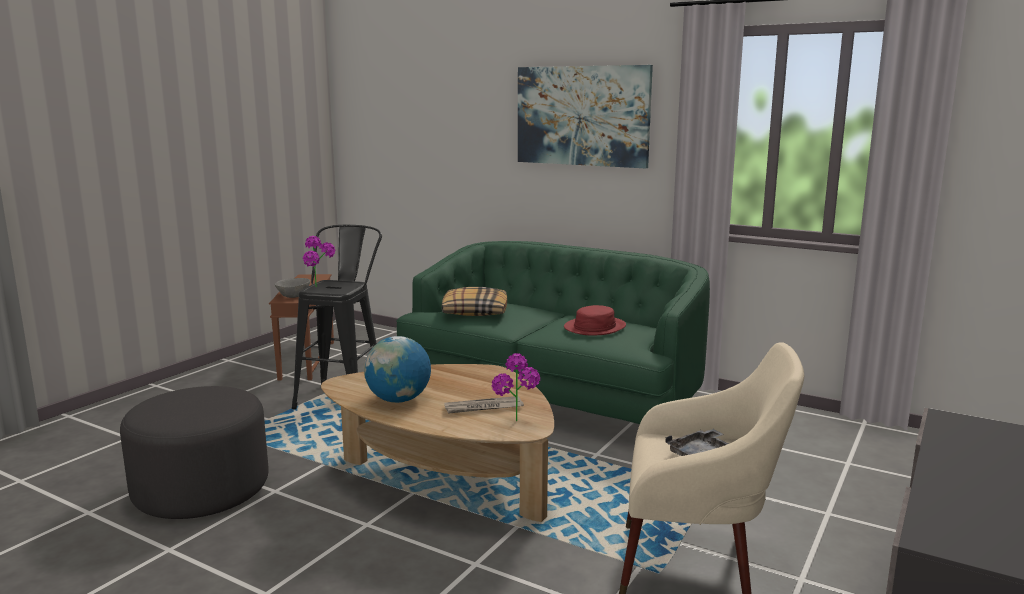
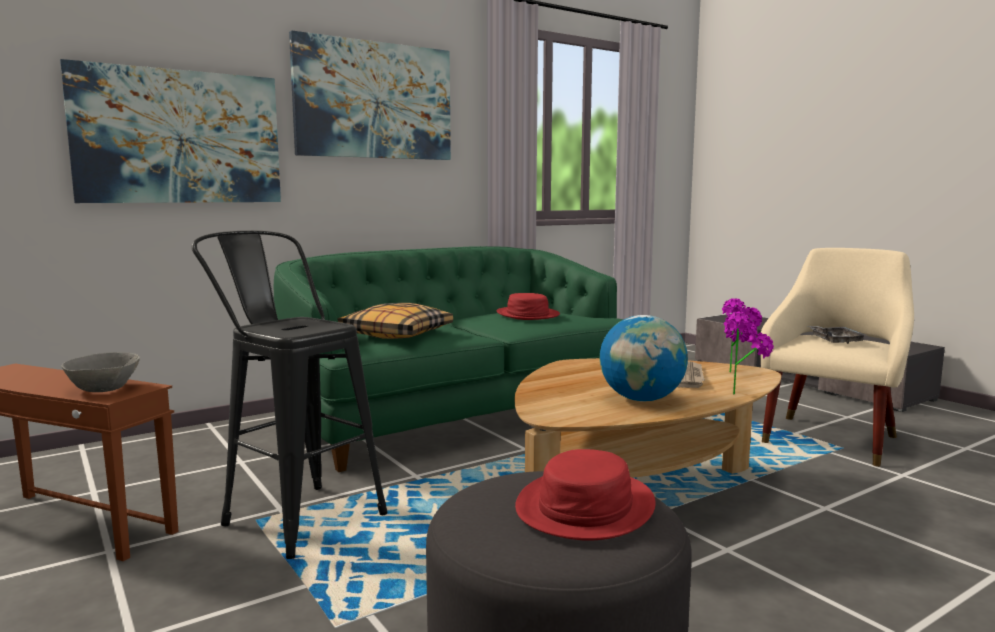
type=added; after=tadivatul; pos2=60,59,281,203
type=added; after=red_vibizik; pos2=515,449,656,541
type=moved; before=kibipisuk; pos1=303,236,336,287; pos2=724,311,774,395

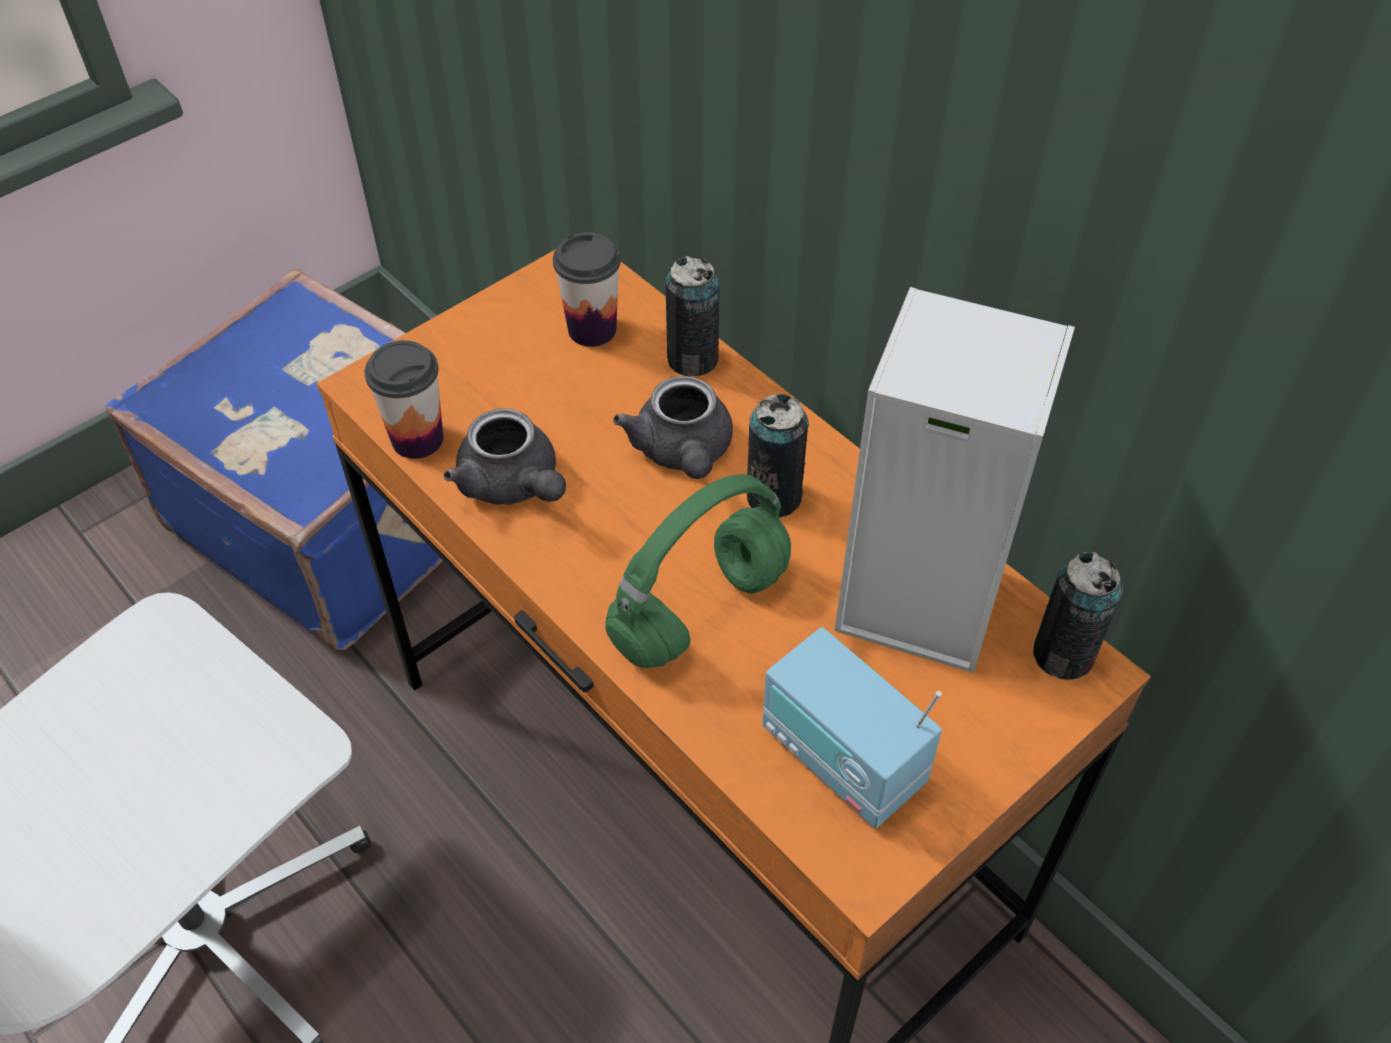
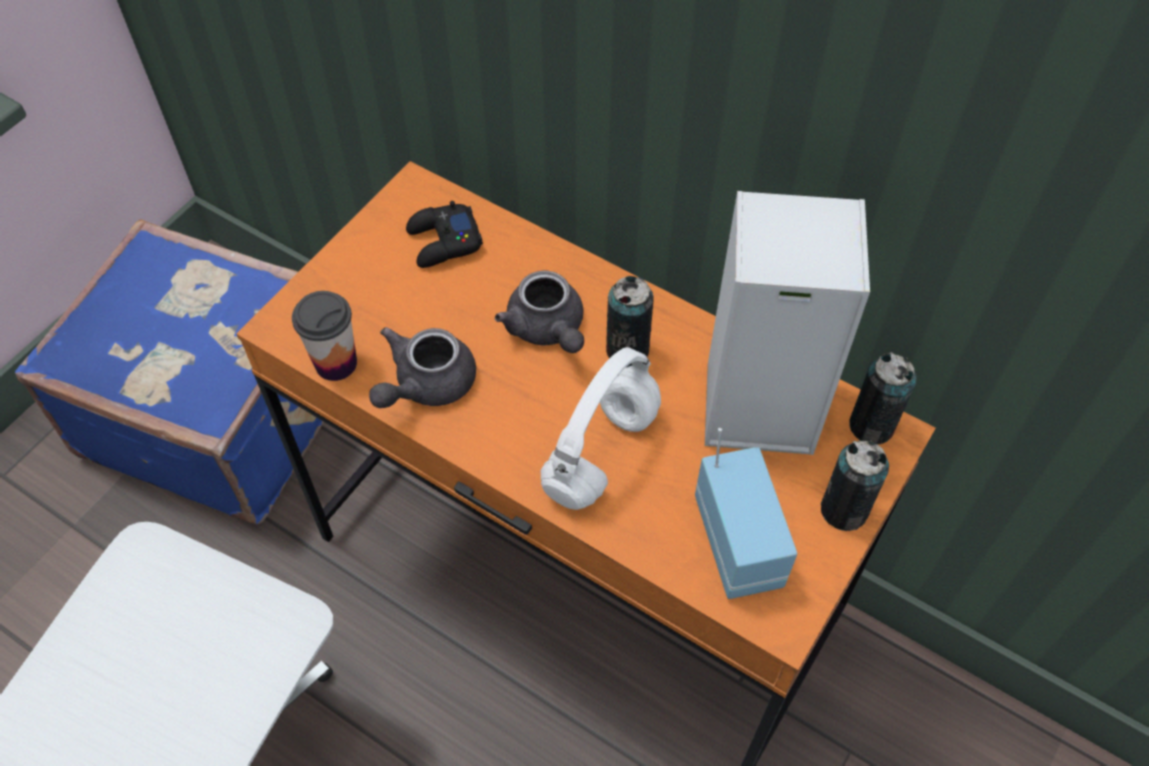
type=moved; before=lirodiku; pos1=666,256,720,376; pos2=821,441,889,531
type=replaced; before=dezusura; after=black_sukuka; pos1=553,232,621,347; pos2=406,201,483,268
type=recoloured; before=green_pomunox; after=white_pomunox; pos1=605,475,791,668; pos2=541,347,661,510
type=turned; before=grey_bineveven; pos1=444,409,566,505; pos2=369,327,476,408; turn=90
type=turned; before=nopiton; pos1=762,627,942,829; pos2=695,428,797,599; turn=-135

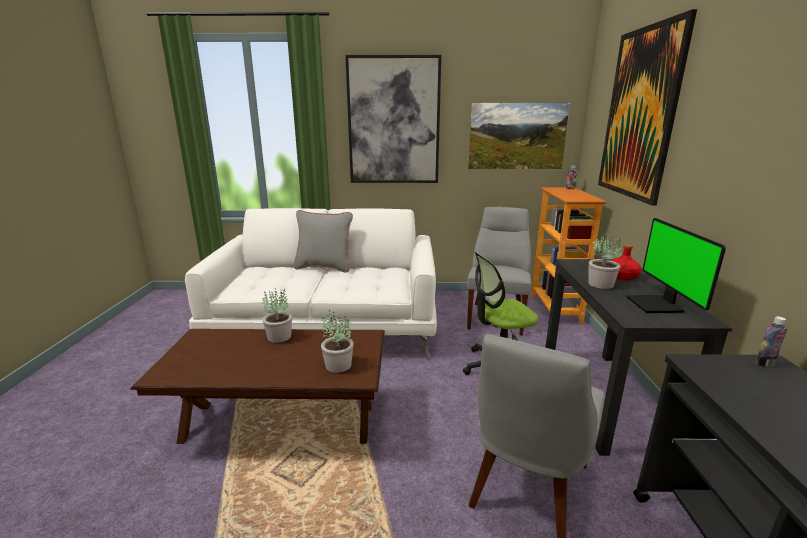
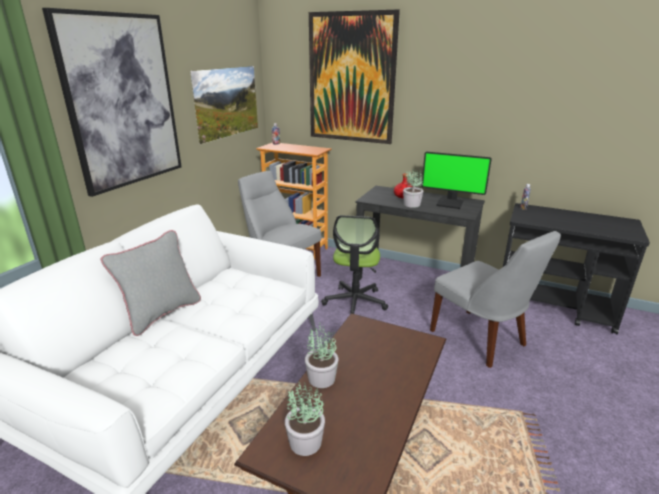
type=moved; before=kibipisuk; pos1=321,310,354,373; pos2=285,382,325,456

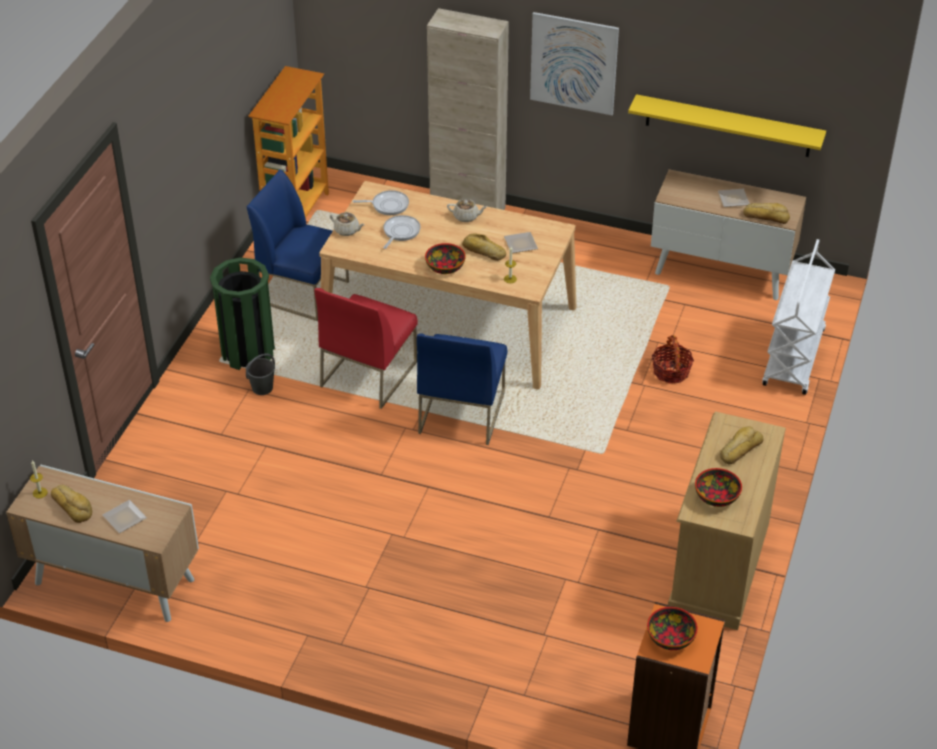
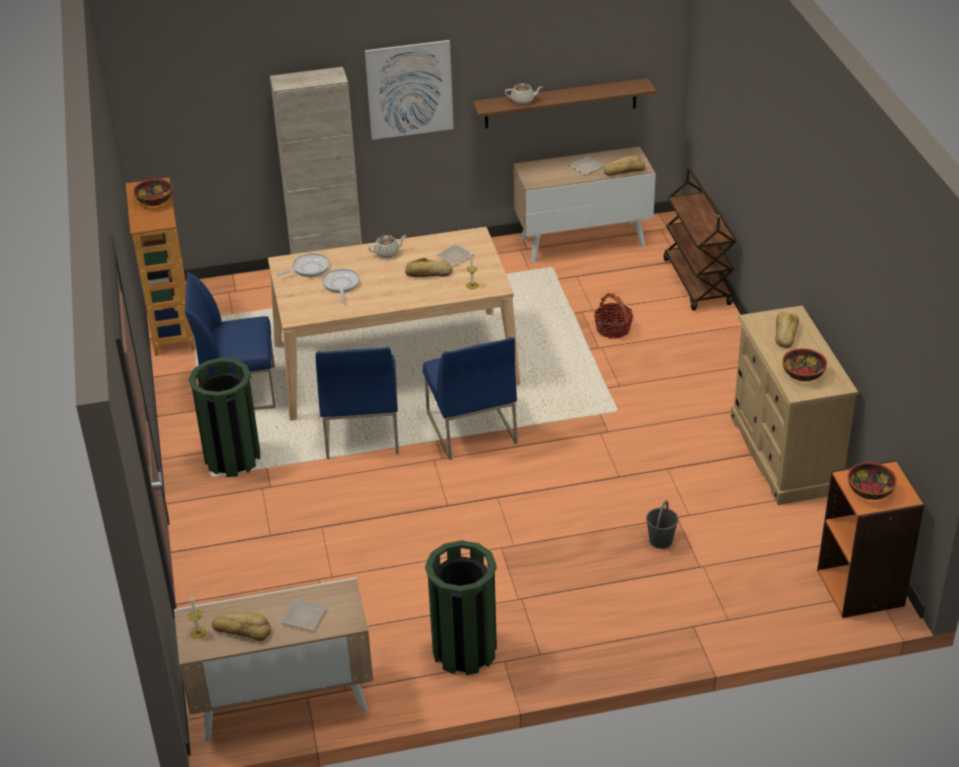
type=added; after=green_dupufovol; pos2=425,540,497,675
type=moved; before=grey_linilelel; pos1=246,354,275,395; pos2=646,500,678,549
type=moved; before=beige_bineveven; pos1=330,212,365,236; pos2=505,83,542,104
type=moved; before=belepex; pos1=425,243,466,274; pos2=133,179,173,206
type=recoloured; before=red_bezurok; after=blue_bezurok; pos1=314,288,418,409; pos2=316,347,399,459
type=recoloured; before=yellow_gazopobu; after=brown_gazopobu; pos1=628,94,826,157; pos2=473,78,656,129
type=recoloured; before=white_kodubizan; after=brown_kodubizan; pos1=762,239,835,395; pos2=664,168,736,311

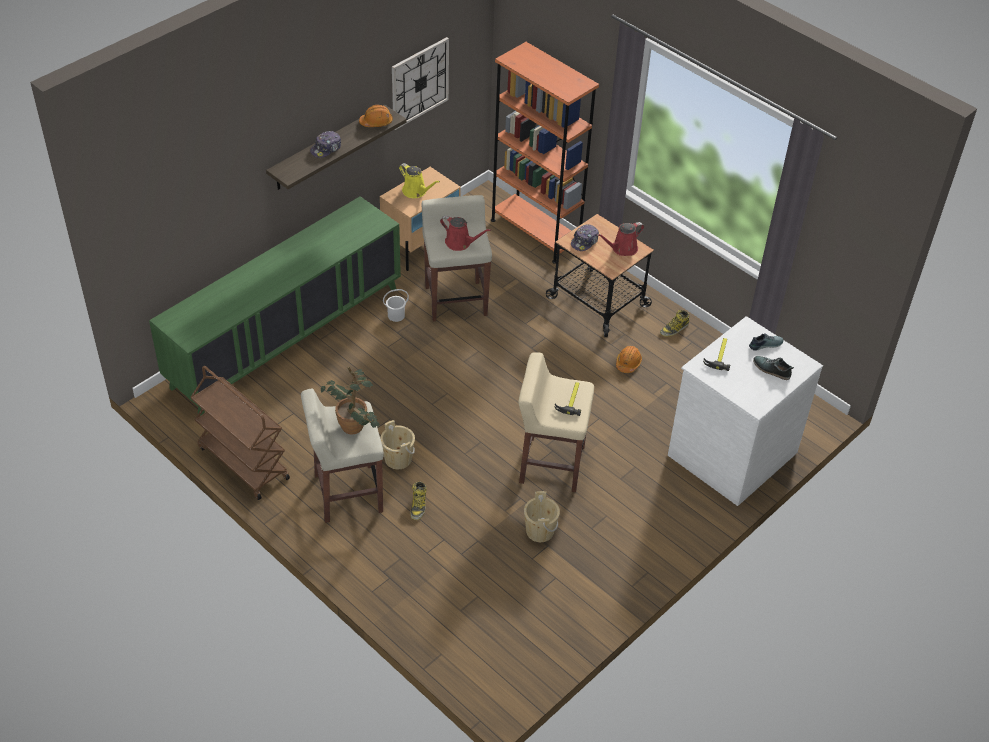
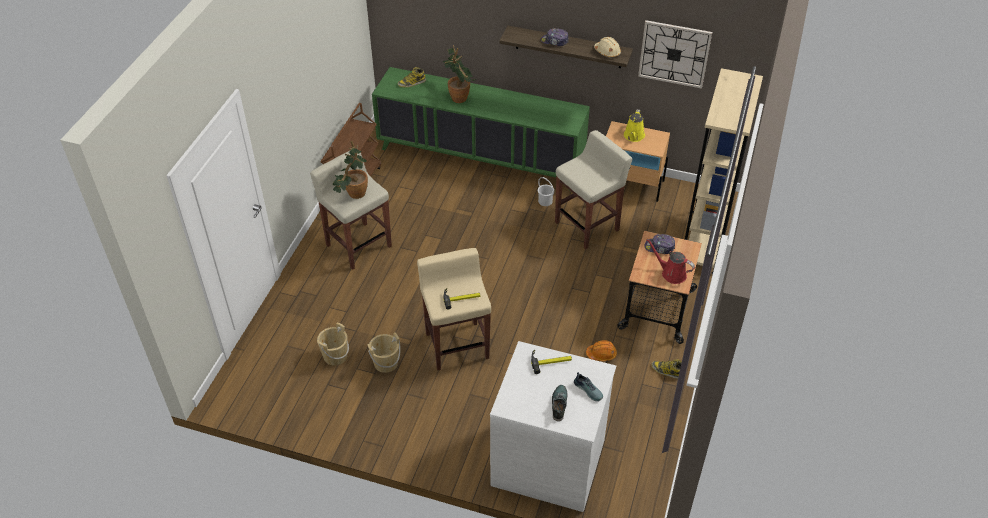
type=removed; before=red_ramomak; pos1=440,216,491,251
type=added; after=kibipisuk; pos2=443,45,477,103
type=moved; before=beige_linilelel; pos1=380,420,415,469; pos2=317,323,349,366
type=moved; before=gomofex; pos1=410,482,427,520; pos2=398,67,426,87
type=recoloured; before=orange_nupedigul; after=beige_nupedigul; pos1=359,105,393,127; pos2=594,37,621,58
type=recoloured; before=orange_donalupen; after=beige_donalupen; pos1=491,42,599,264; pos2=685,68,763,275

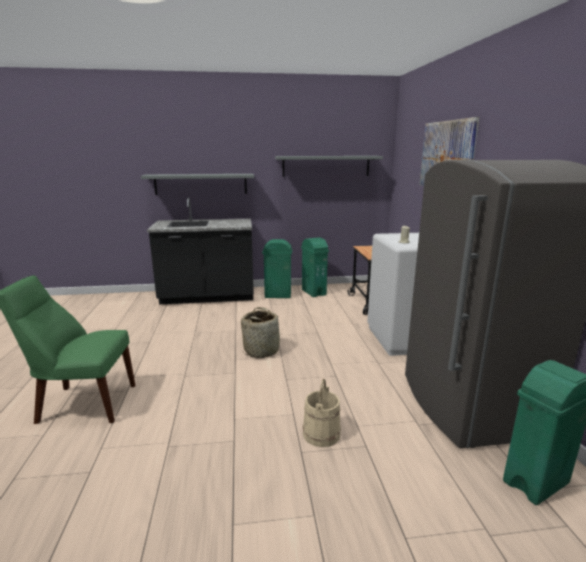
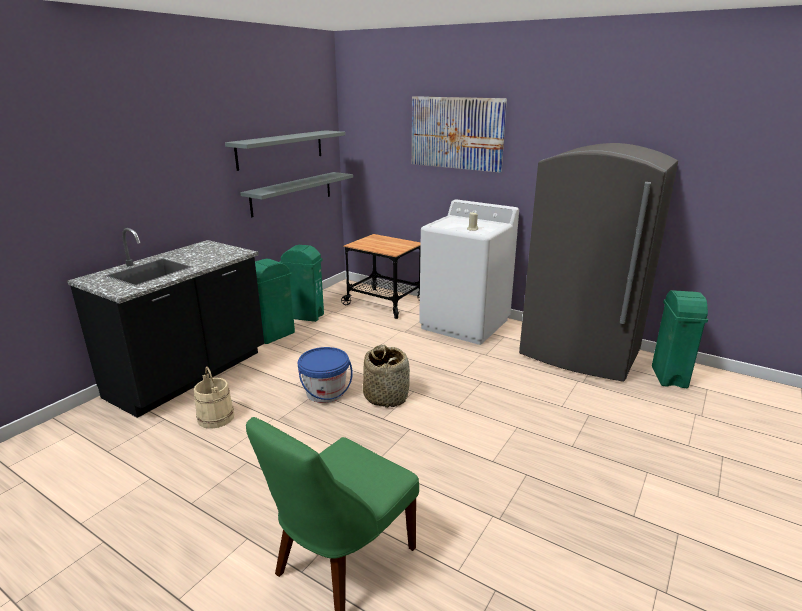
type=added; after=blue_linilelel; pos2=298,347,353,403
type=moved; before=grey_gazopobu; pos1=141,174,254,195; pos2=240,172,353,217
type=moved; before=beige_linilelel; pos1=303,379,341,447; pos2=194,366,234,429

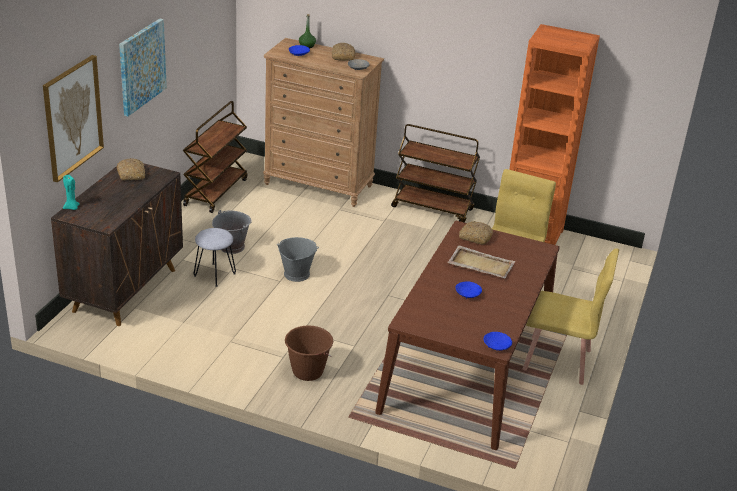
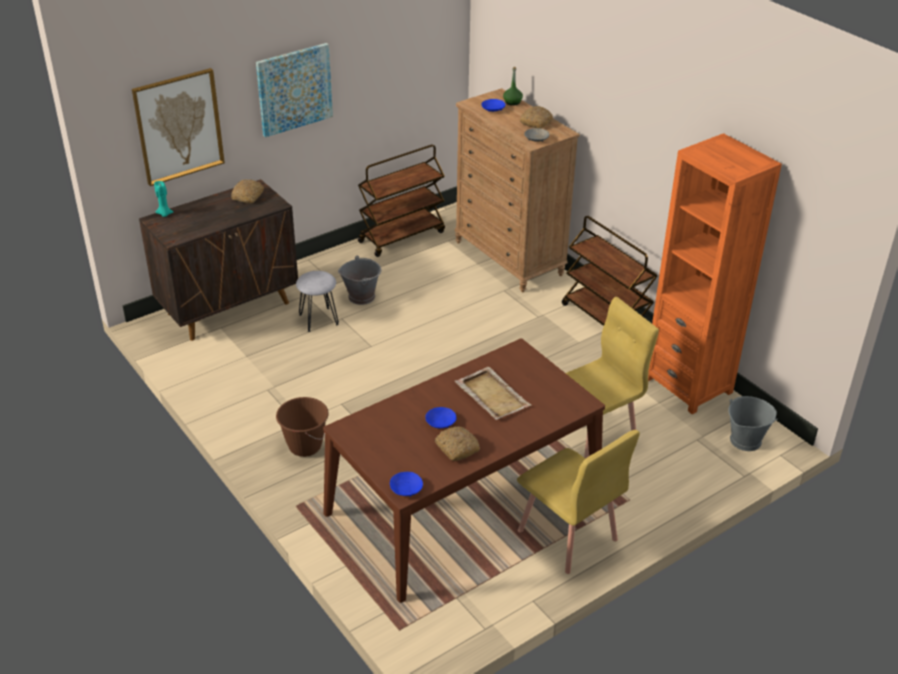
type=moved; before=grey_linilelel; pos1=277,237,319,282; pos2=728,396,778,451
type=moved; before=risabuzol; pos1=459,221,493,245; pos2=435,426,480,461

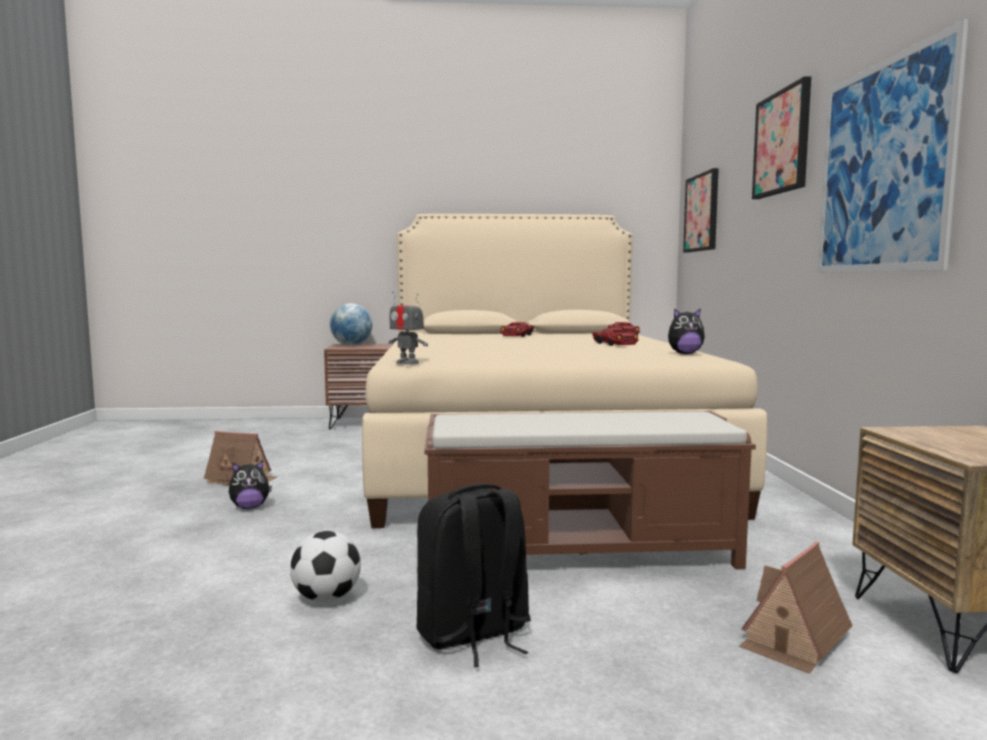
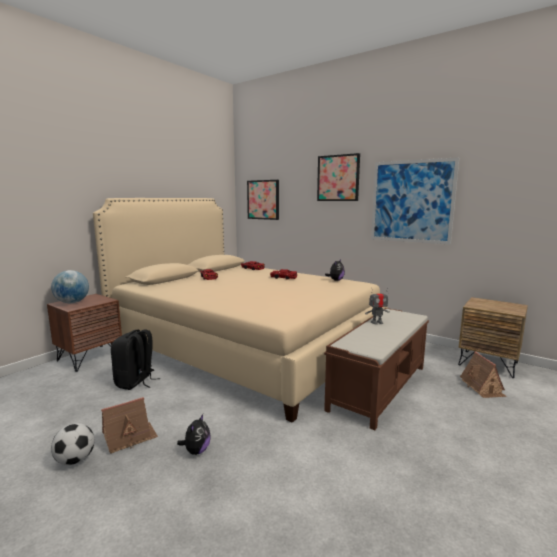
type=moved; before=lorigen; pos1=290,531,361,603; pos2=51,423,95,465
type=moved; before=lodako; pos1=389,292,428,364; pos2=365,291,390,325
type=moved; before=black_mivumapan; pos1=416,484,531,667; pos2=111,329,161,390

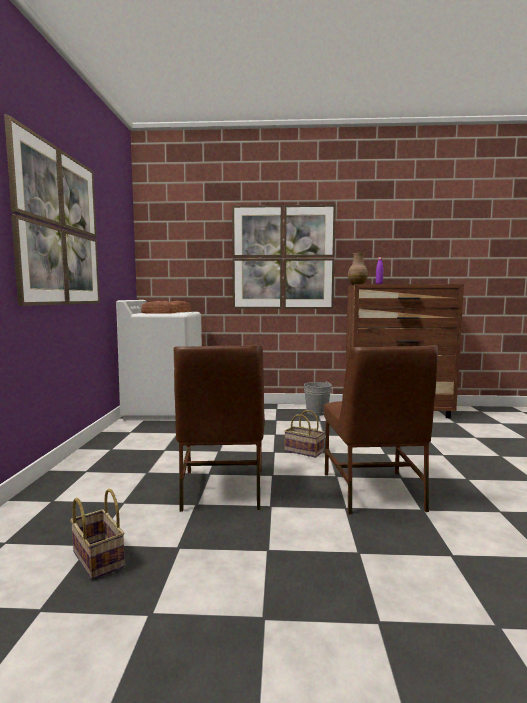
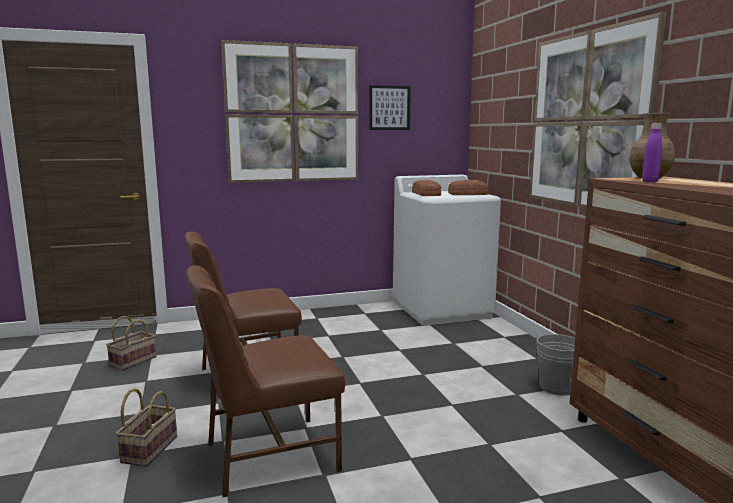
type=added; after=tadivatul; pos2=369,85,411,130
type=moved; before=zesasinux; pos1=284,410,325,458; pos2=116,388,177,467

